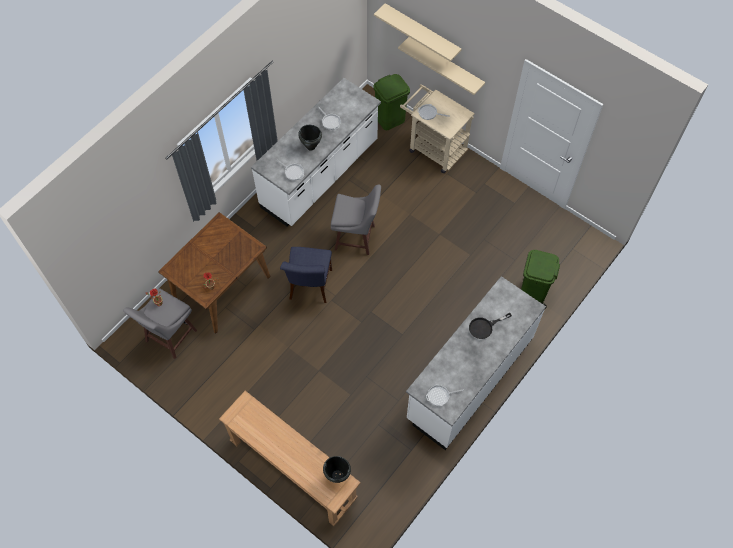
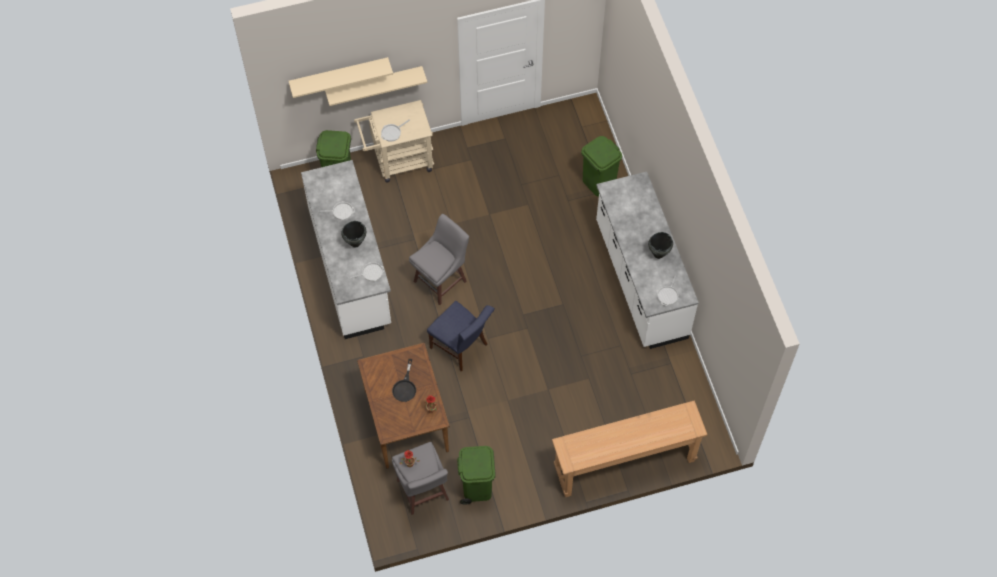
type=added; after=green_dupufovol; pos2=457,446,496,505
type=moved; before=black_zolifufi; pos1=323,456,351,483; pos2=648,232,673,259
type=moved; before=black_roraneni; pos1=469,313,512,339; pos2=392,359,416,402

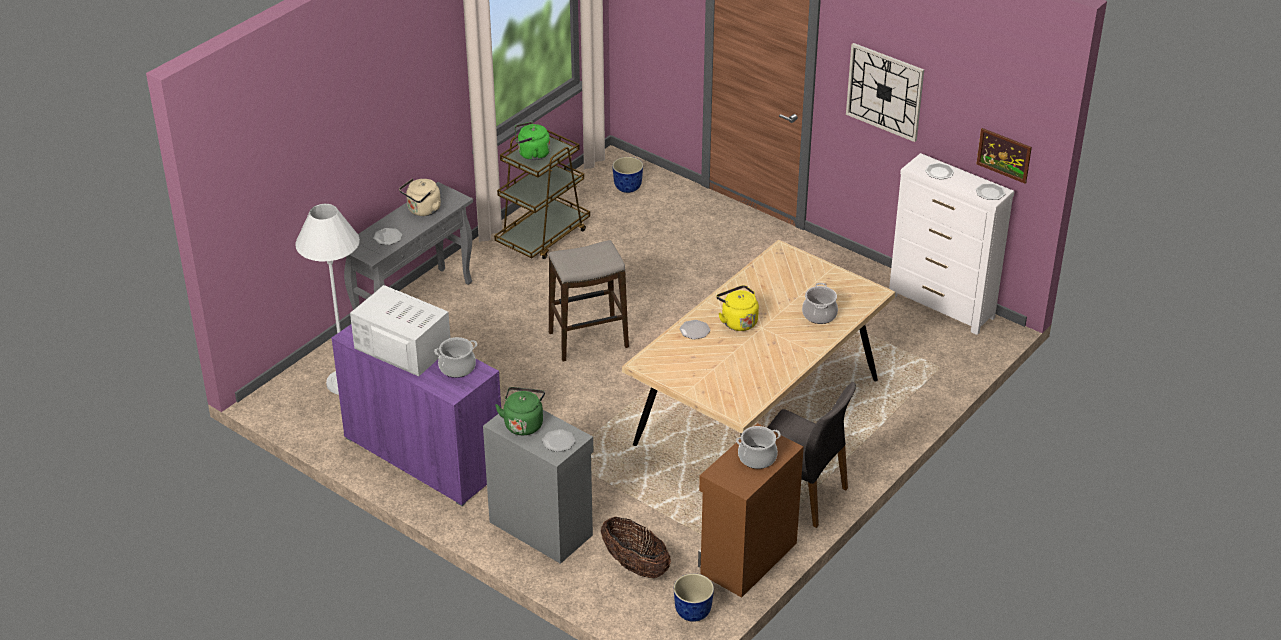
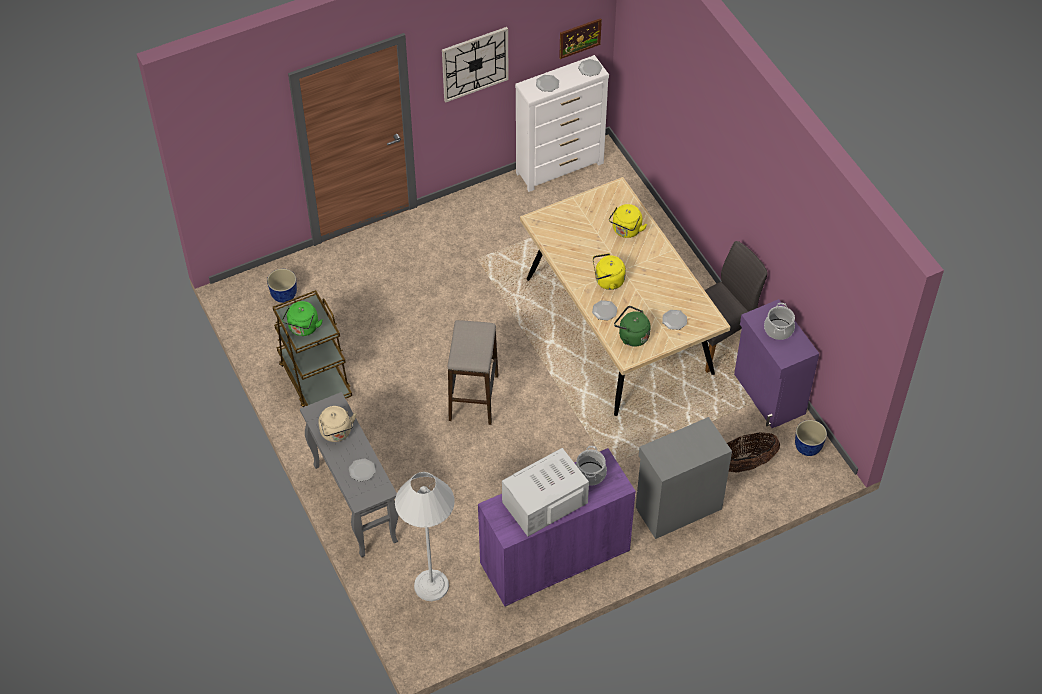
type=moved; before=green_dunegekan; pos1=495,387,545,435; pos2=614,306,651,347
type=moved; before=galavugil; pos1=542,429,576,452; pos2=662,310,687,330
type=replaced; before=zolifufi; after=yellow_dunegekan; pos1=802,283,838,324; pos2=609,204,647,238
type=recoloured; before=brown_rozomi; after=purple_rozomi; pos1=698,423,804,598; pos2=734,299,819,428

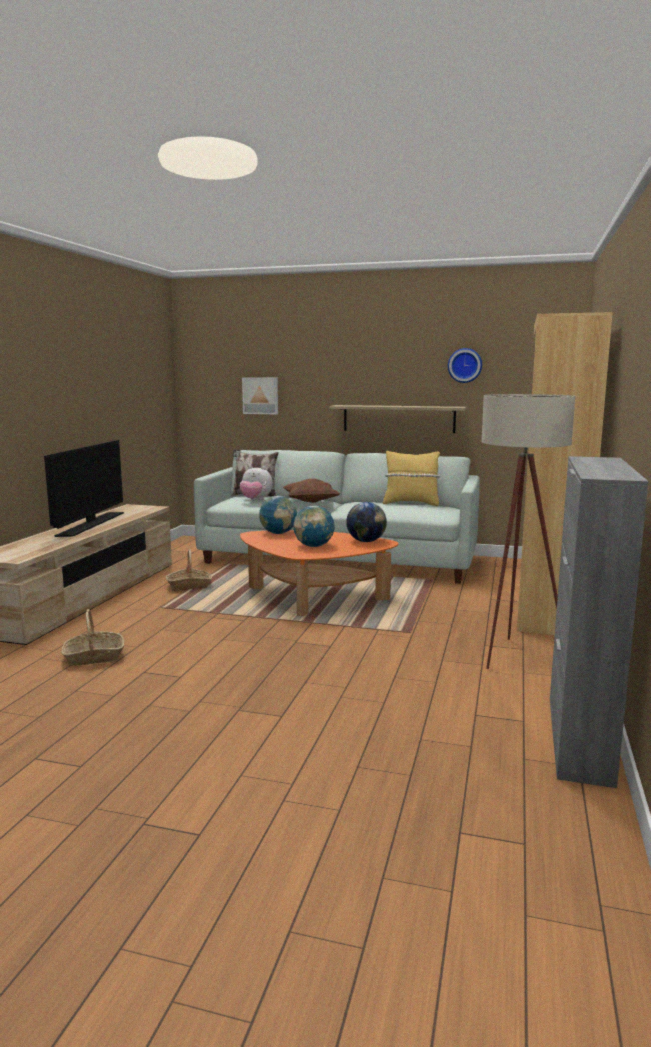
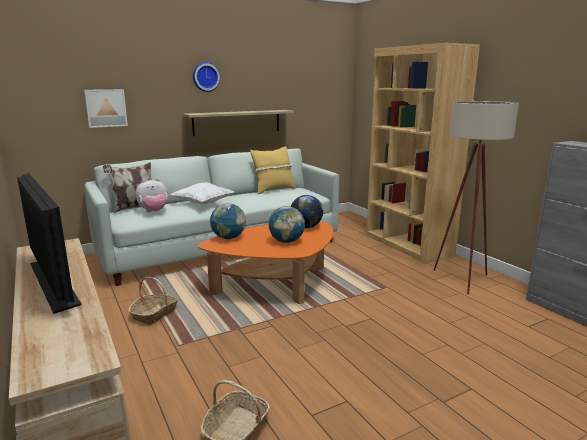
type=moved; before=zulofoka; pos1=448,348,482,383; pos2=193,62,220,92
type=recoloured; before=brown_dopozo; after=white_dopozo; pos1=283,479,340,503; pos2=170,182,235,204

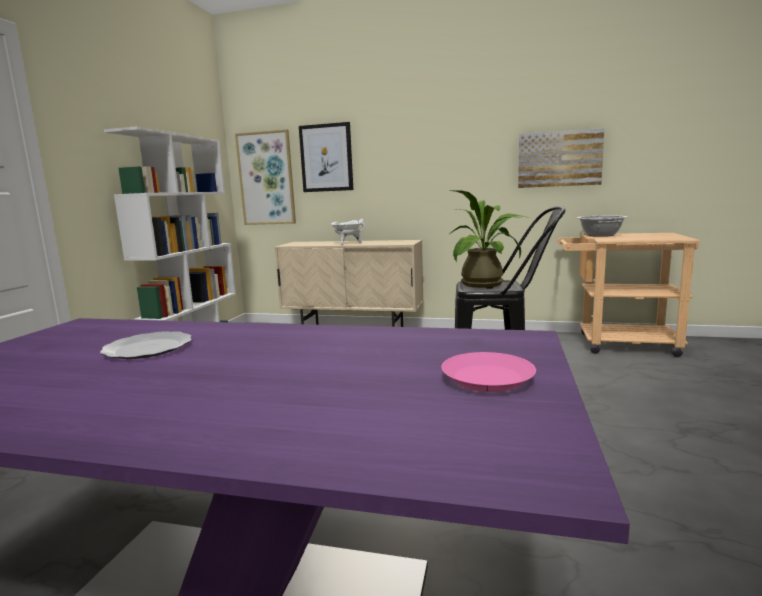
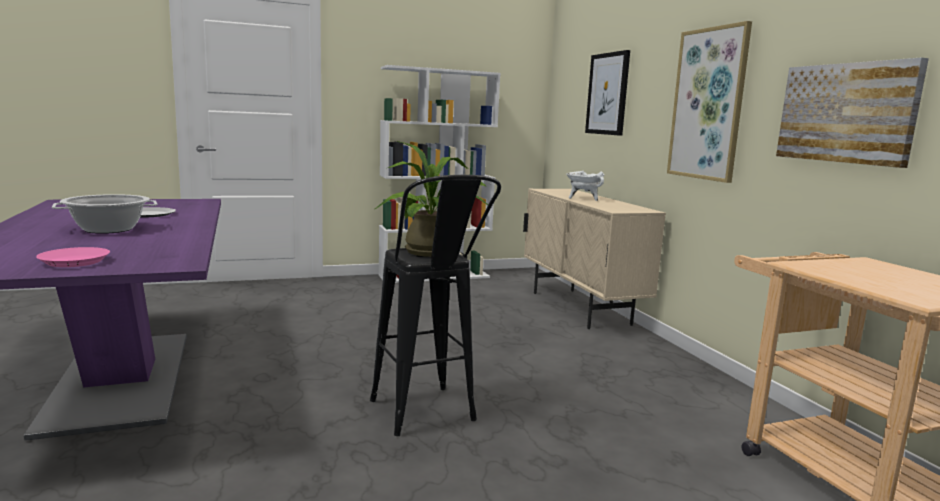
type=moved; before=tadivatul; pos1=235,129,296,225; pos2=667,21,752,183
type=moved; before=zolifufi; pos1=577,216,627,237; pos2=52,194,158,234

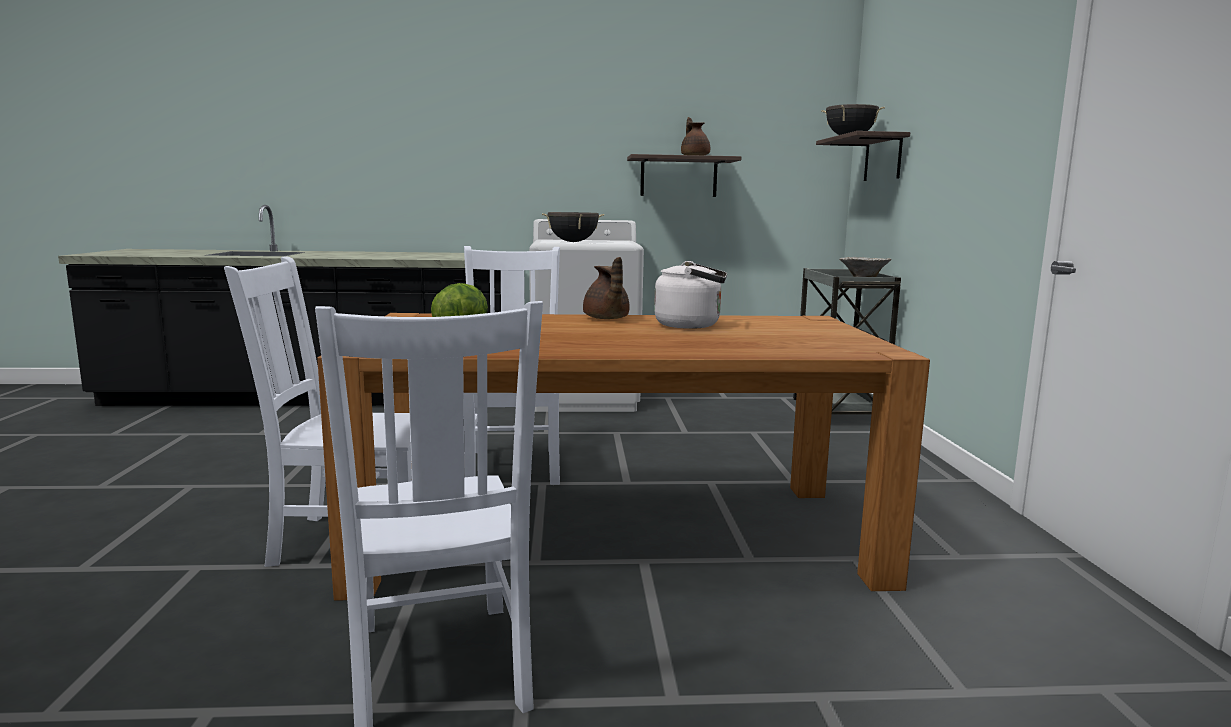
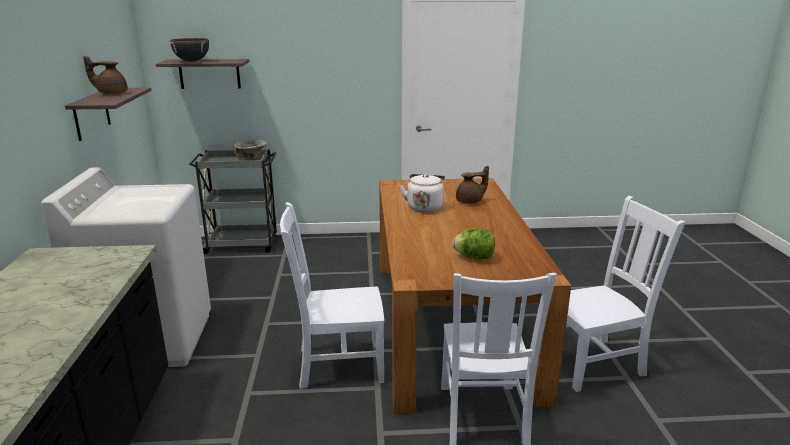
type=removed; before=black_zolifufi; pos1=542,212,604,242
type=moved; before=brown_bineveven; pos1=583,257,630,319; pos2=456,166,489,204

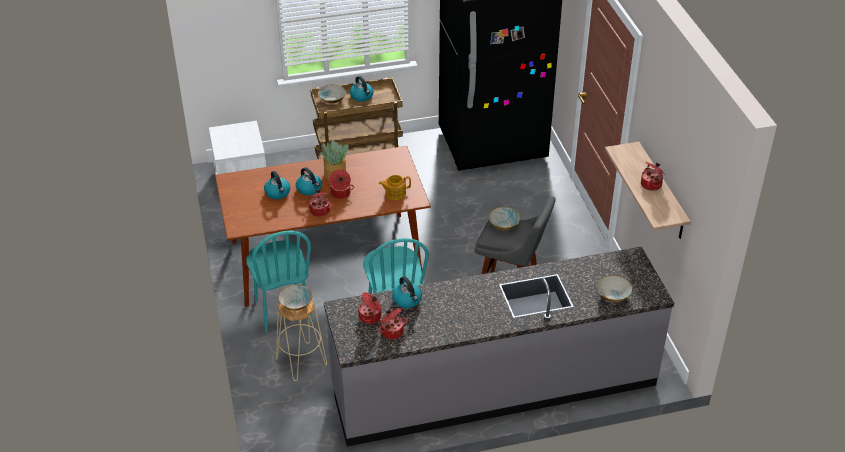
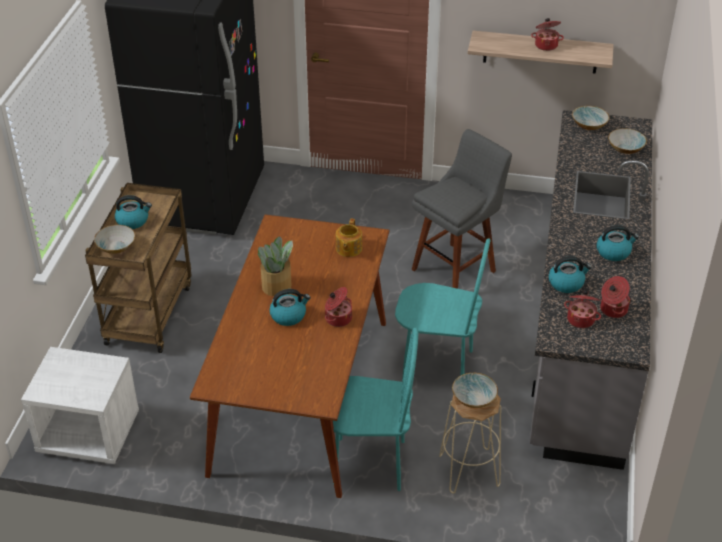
type=removed; before=zolifufi; pos1=327,169,354,199
type=moved; before=dunegekan; pos1=264,171,290,199; pos2=596,225,639,261
type=moved; before=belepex; pos1=488,207,521,230; pos2=572,106,610,130

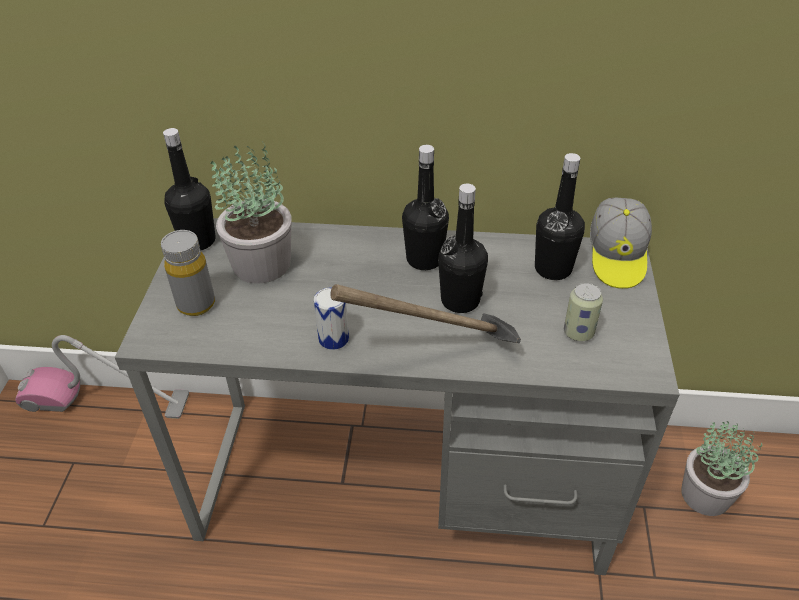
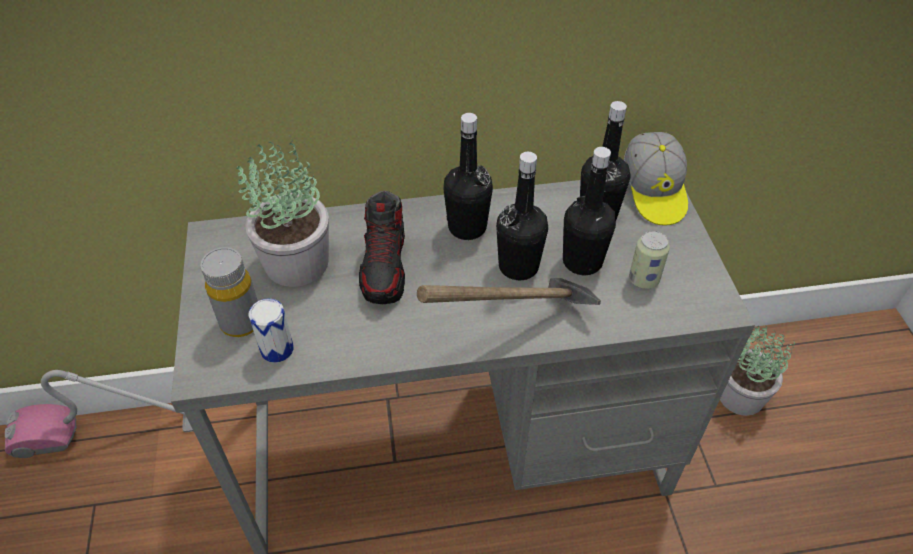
type=added; after=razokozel; pos2=359,191,405,304
type=moved; before=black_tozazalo; pos1=163,128,216,250; pos2=563,147,616,275
type=moved; before=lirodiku; pos1=314,288,349,350; pos2=249,298,294,363

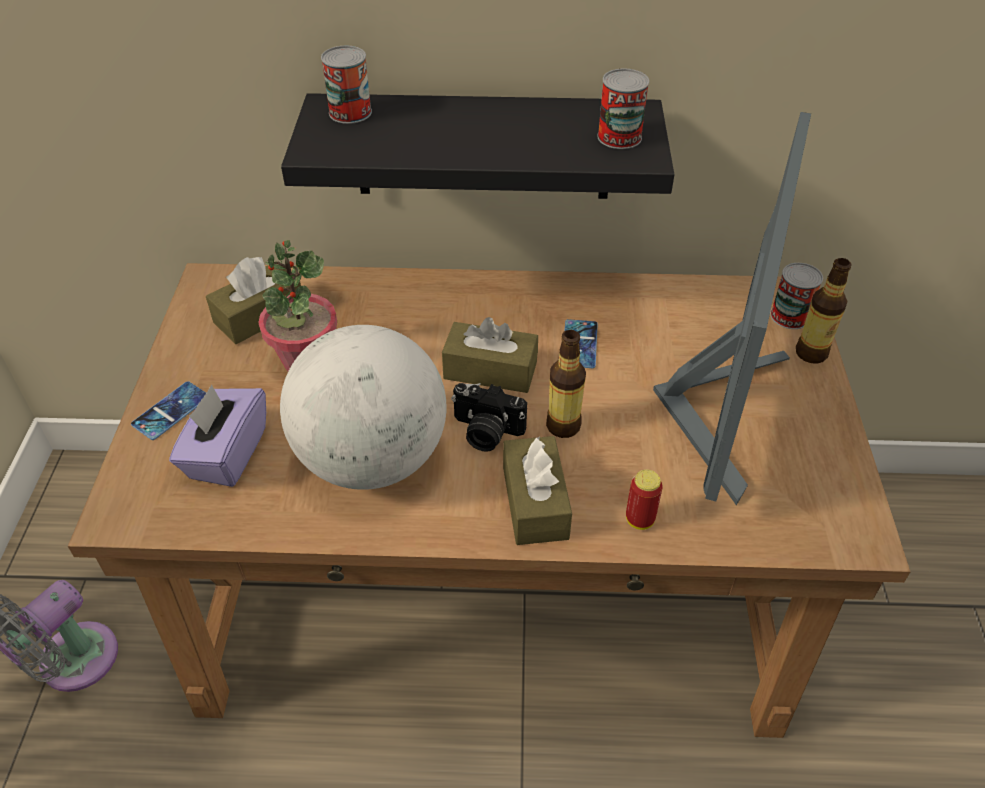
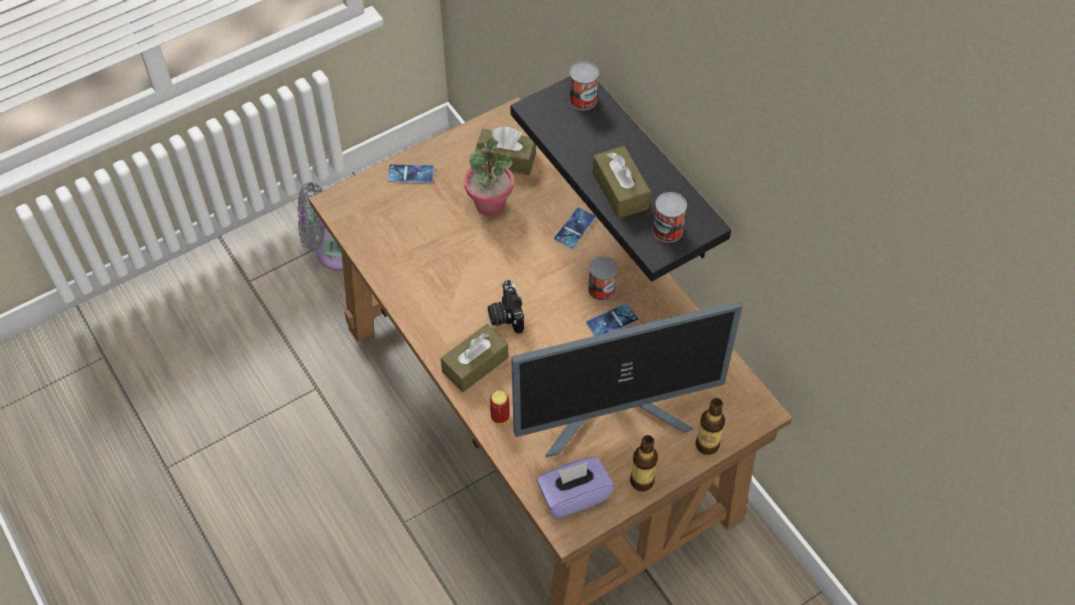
type=removed; before=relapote; pos1=280,325,446,490
type=added; after=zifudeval; pos2=554,207,596,248
type=moved; before=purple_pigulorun; pos1=169,385,266,487; pos2=536,456,614,519
type=moved; before=brown_pigulorun; pos1=442,317,538,393; pos2=593,146,651,219
type=moved; before=tozazalo; pos1=546,330,586,438; pos2=630,435,658,491
type=moved; before=lirodiku; pos1=770,263,823,329; pos2=588,256,617,301

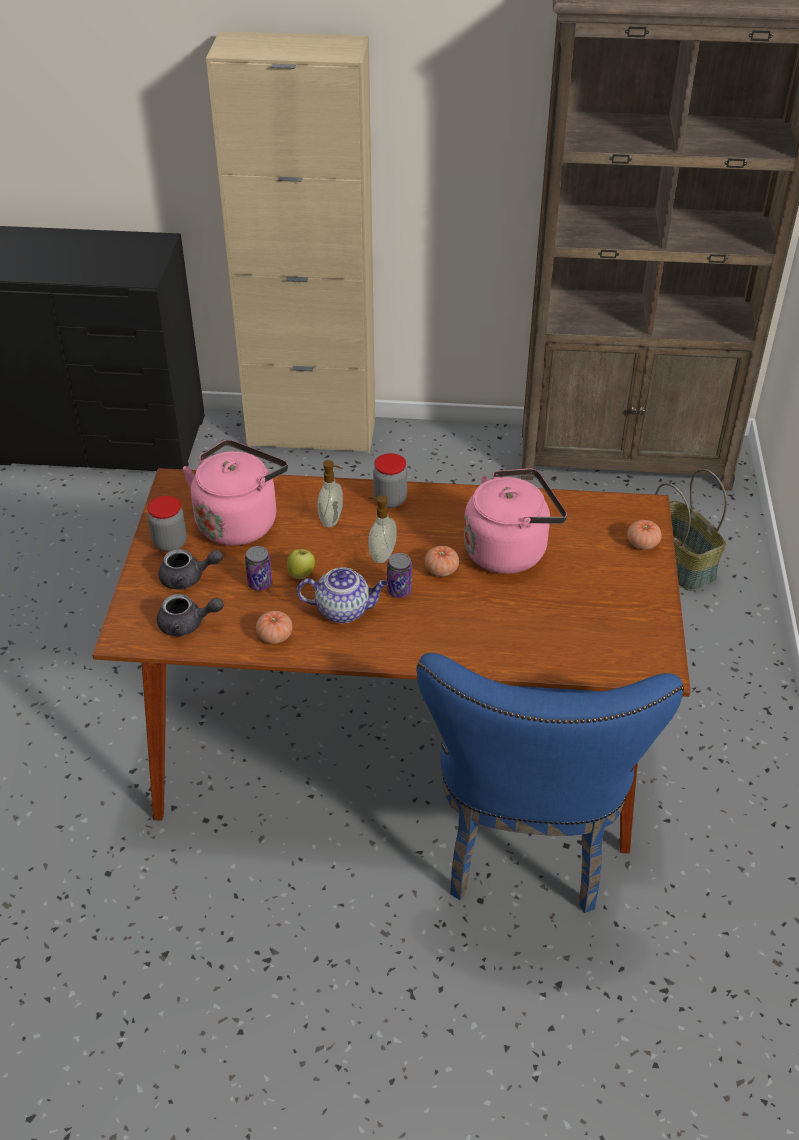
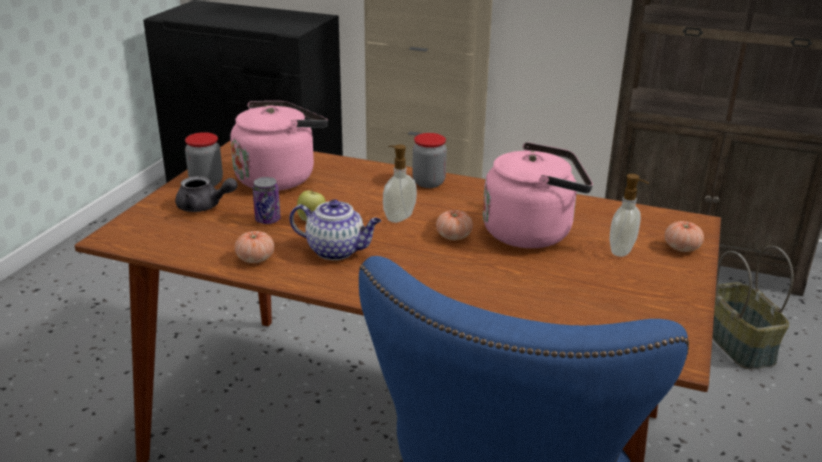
type=removed; before=grey_bineveven; pos1=157,594,224,637
type=removed; before=lirodiku; pos1=387,553,412,598
type=moved; before=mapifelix; pos1=318,460,343,527; pos2=609,174,649,257

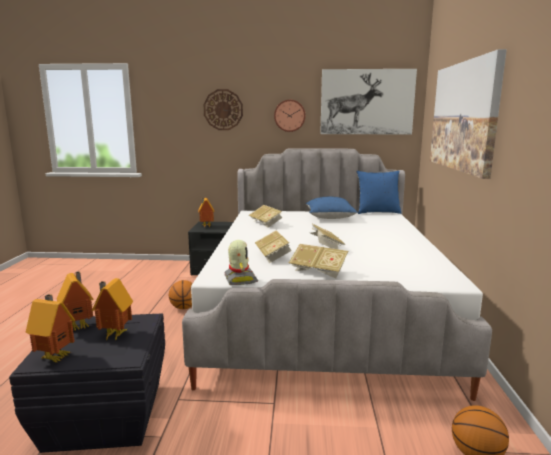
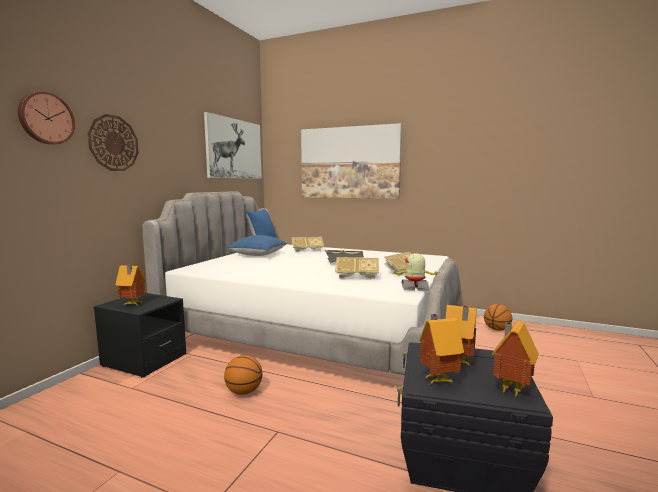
type=moved; before=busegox; pos1=249,205,283,228; pos2=292,237,324,253
type=moved; before=zulofoka; pos1=274,100,305,132; pos2=18,91,75,145

